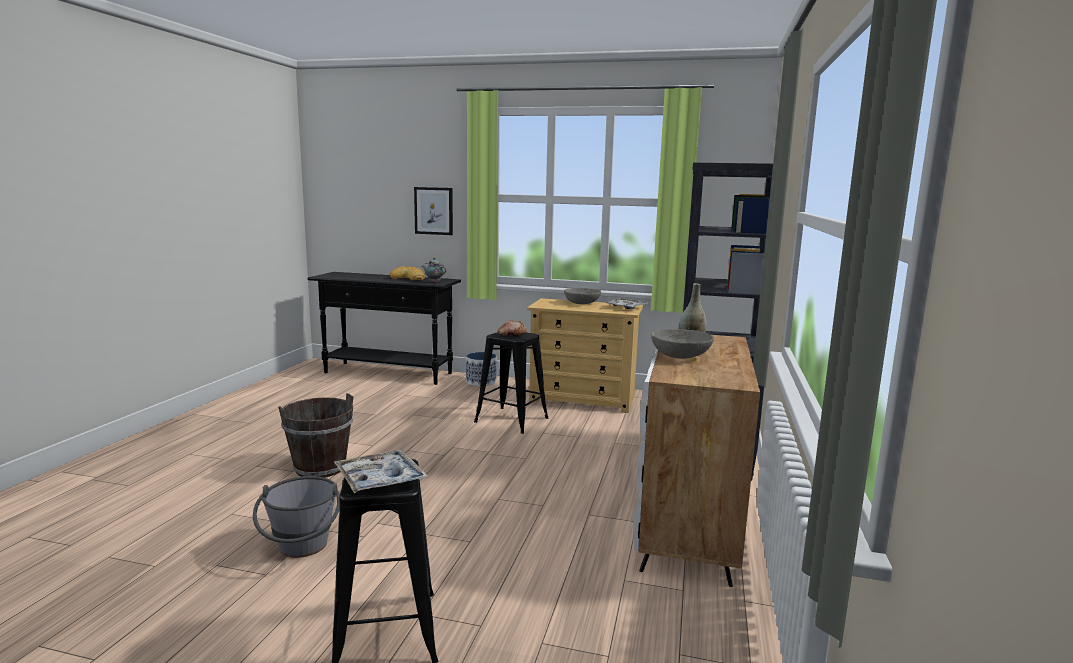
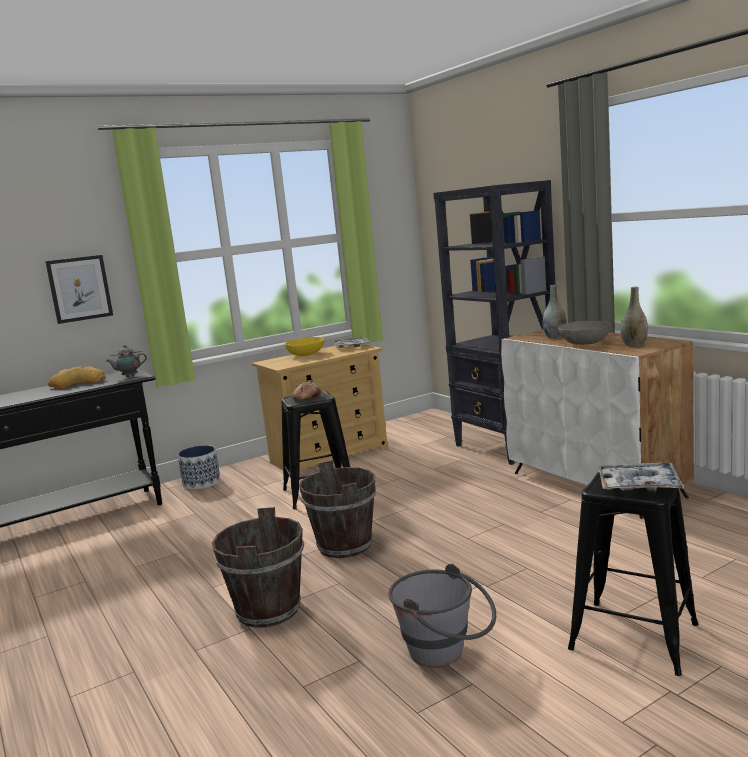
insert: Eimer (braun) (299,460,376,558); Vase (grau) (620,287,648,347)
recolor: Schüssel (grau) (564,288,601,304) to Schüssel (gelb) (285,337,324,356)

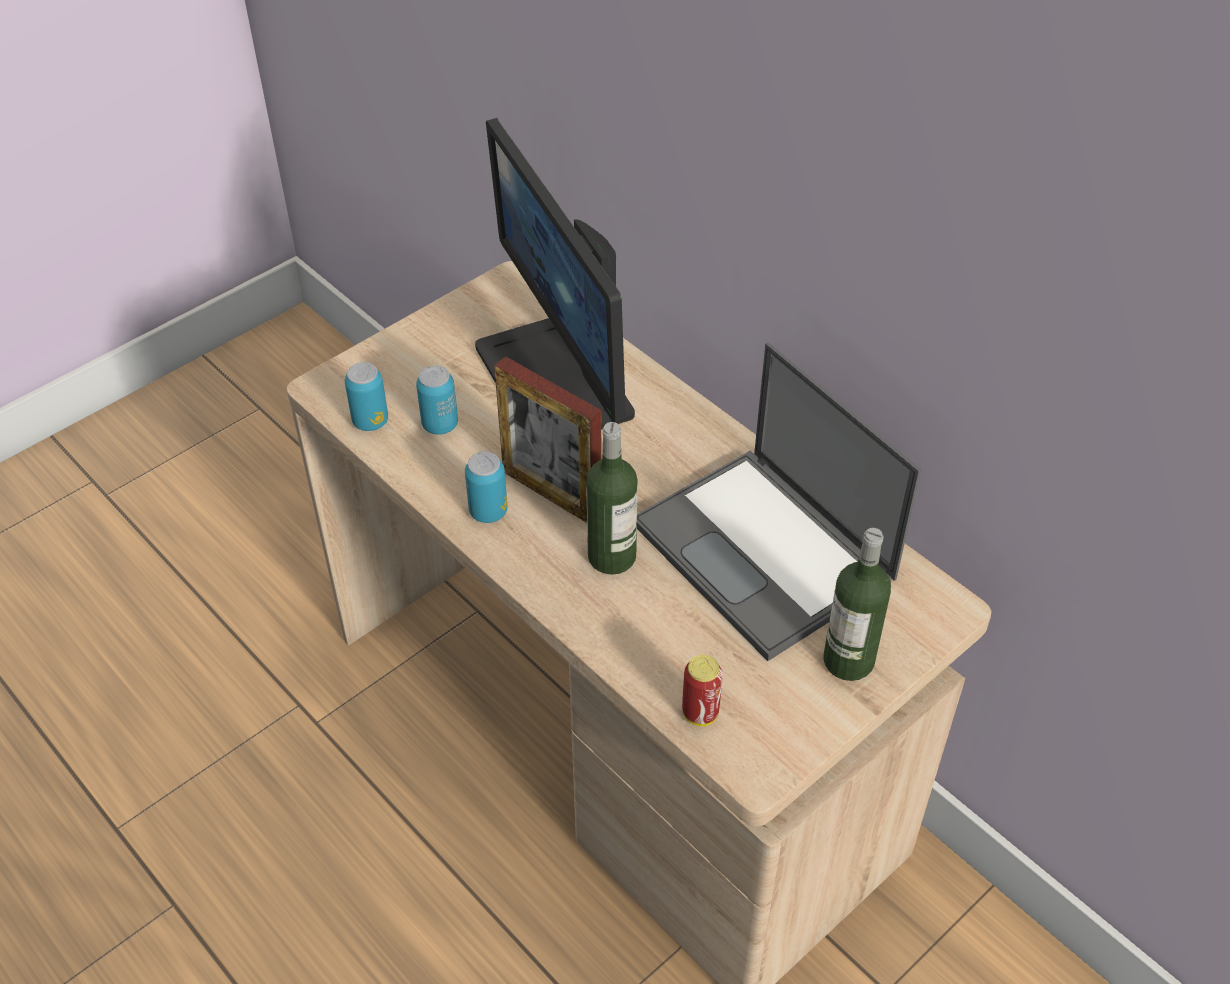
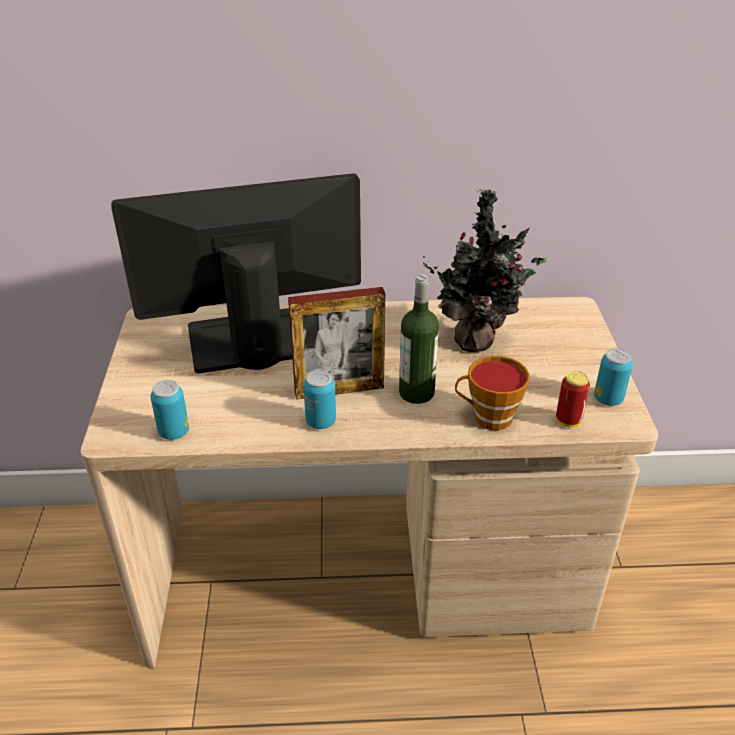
delete: Flasche (823,528,891,681)
insert: Tasse (455,356,530,430)
move: Dose (416,366,458,435) to (594,348,633,406)
replace: Laptop (637,342,921,661) to Topfpflanze (423,189,547,352)
rotate: Monitor (475,118,635,430) = (111,173,361,373) 150 degrees clockwise

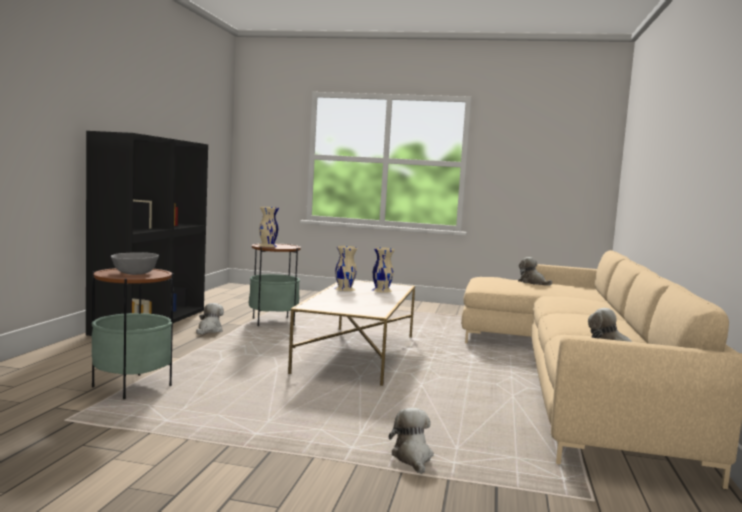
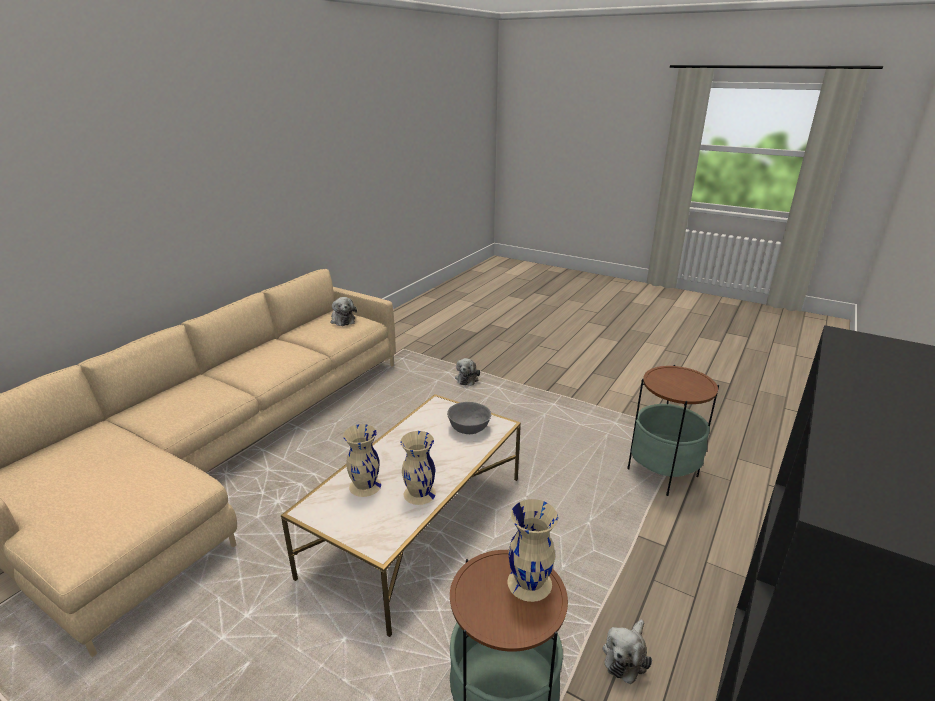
delete: Plüschtier (518,257,552,286)
move: Schüssel (grau) (111,252,159,275) to (447,402,491,434)

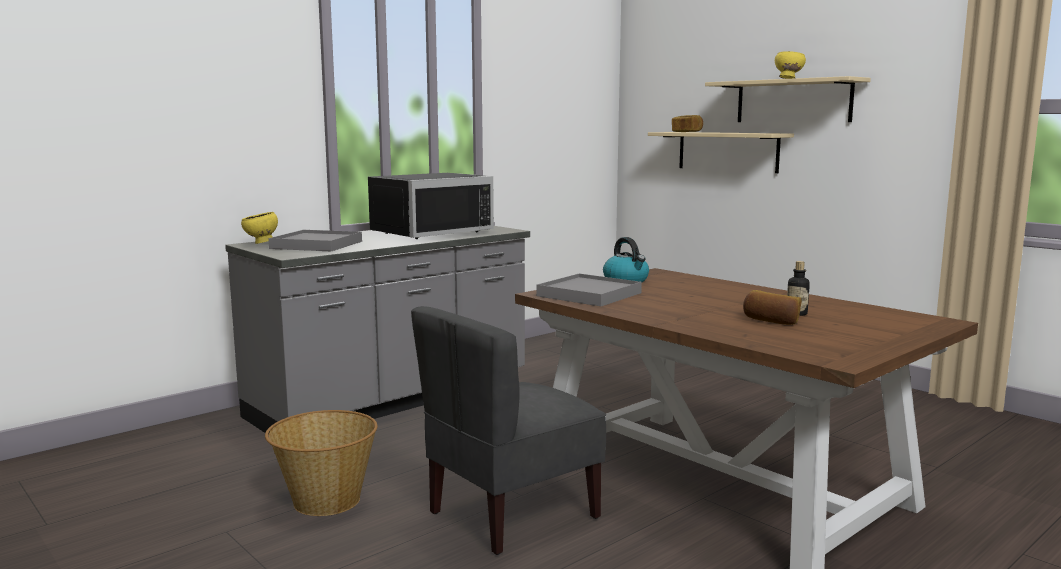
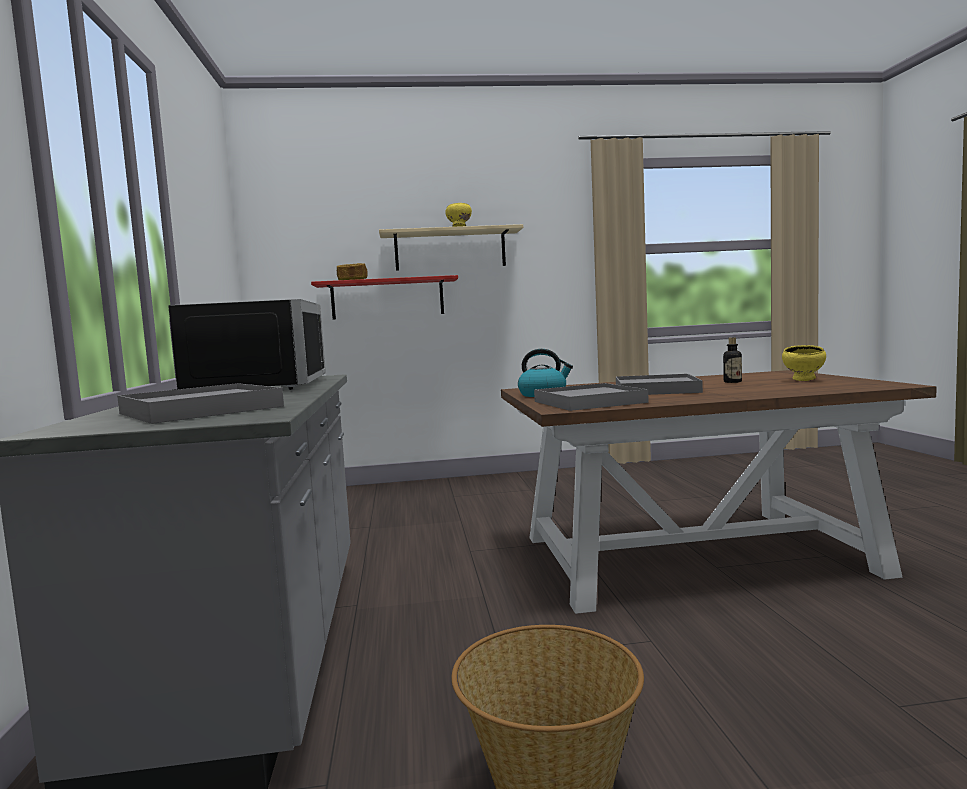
delete: Stuhl (grau) (411,306,606,555); Brot (743,290,802,325)
insert: Tablett (grau) (616,374,703,395)
move: Schüssel (gelb) (241,212,278,244) to (782,345,826,381)
recolor: Wandregal (beige) (648,132,794,173) to Wandregal (rot) (311,275,458,320)

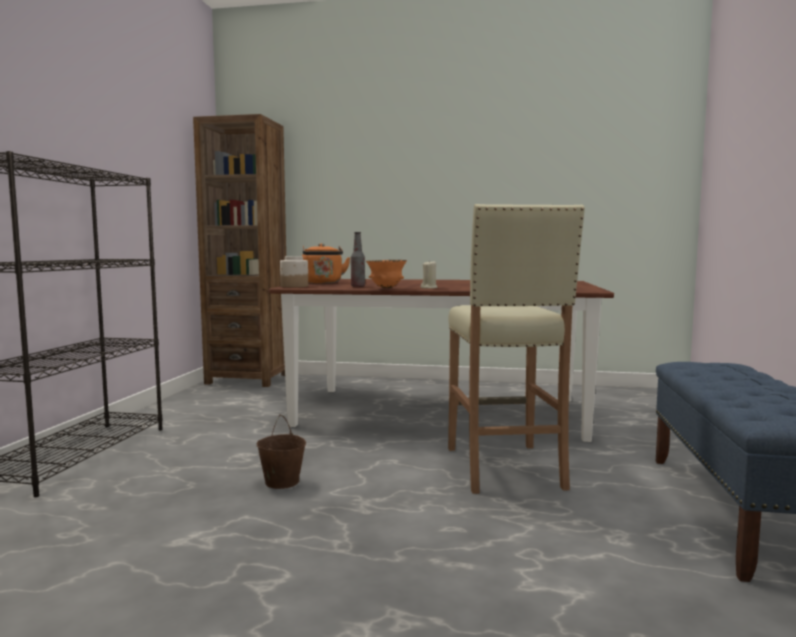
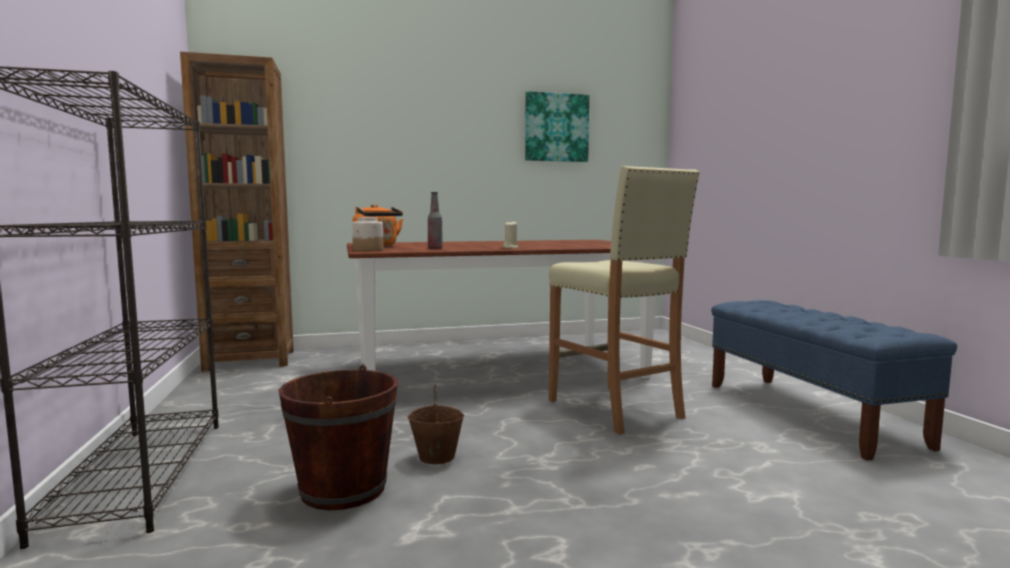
delete: Schüssel (orange) (366,260,407,288)
insert: Eimer (braun) (278,365,398,510); Bild (525,91,589,162)

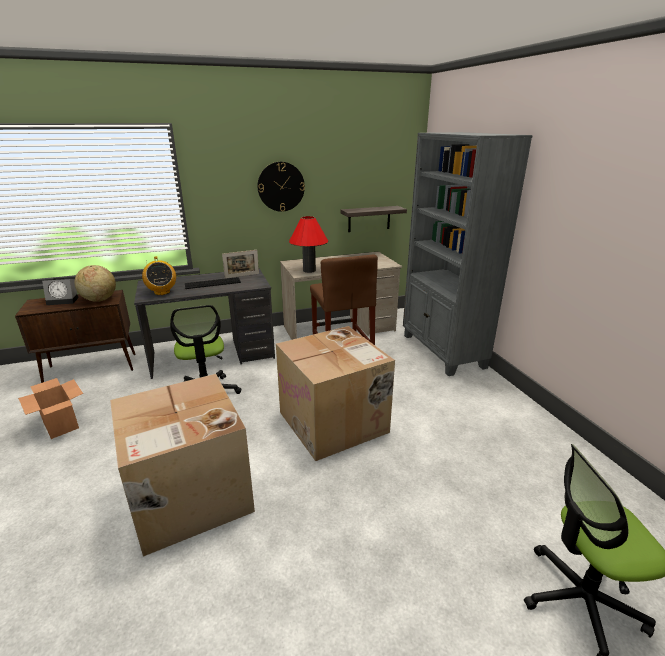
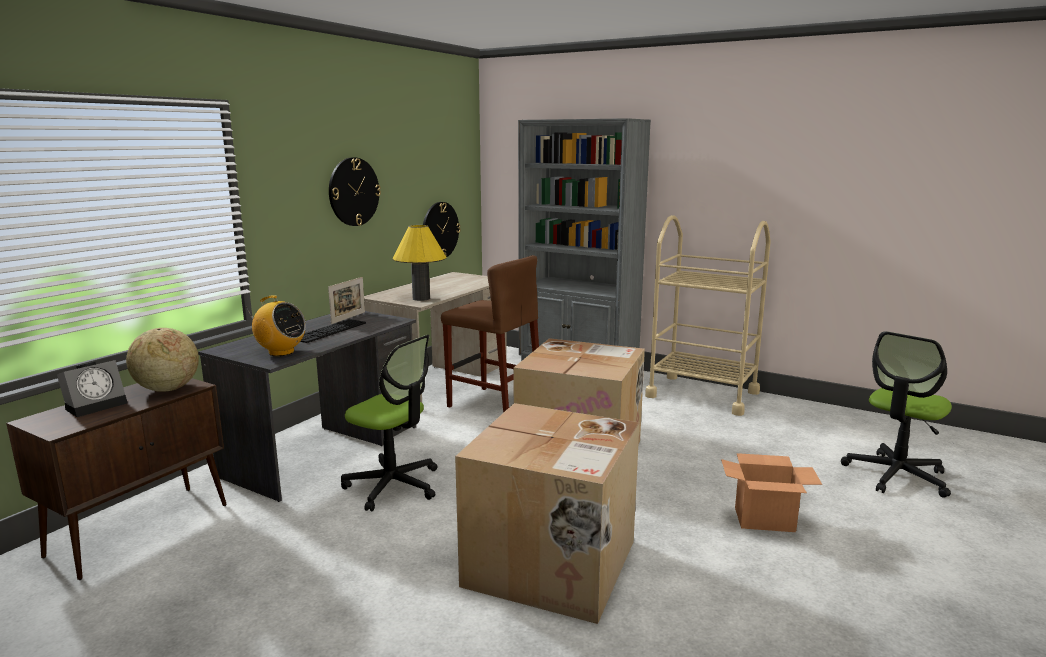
insert: Rollwagen (beige) (645,215,771,416)
move: Karton (18,378,83,439) to (721,453,822,532)
replace: Wandregal (341,206,407,232) to Wanduhr (423,202,460,257)
recolor: Tischlampe (rot) (289,216,328,273) to Tischlampe (gelb) (393,225,447,301)

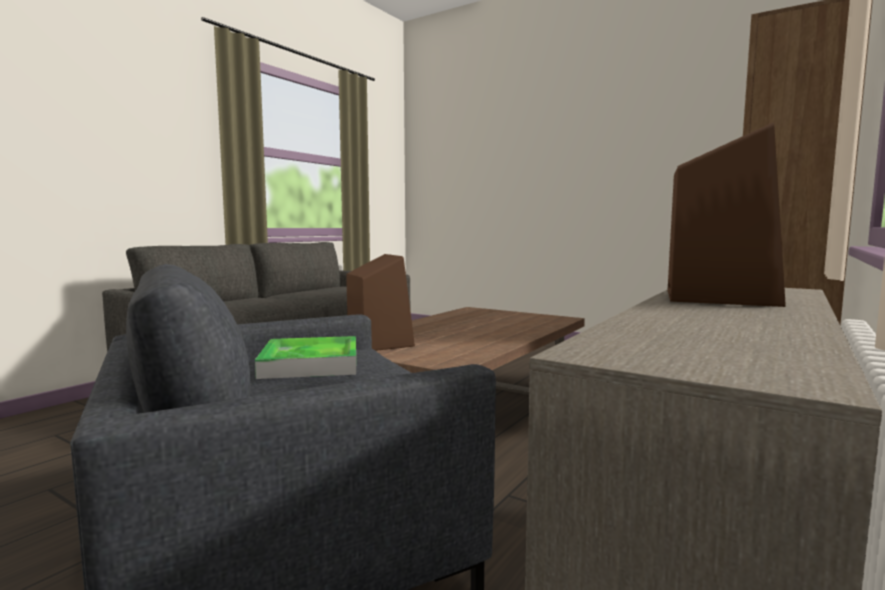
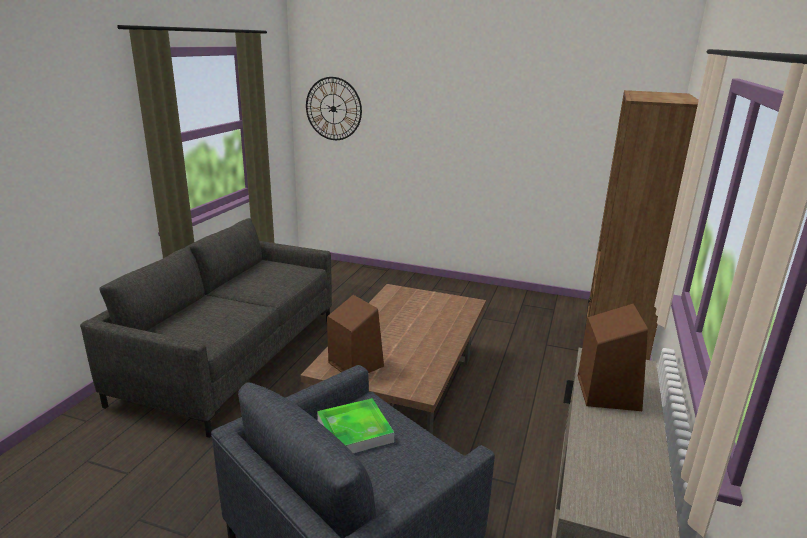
insert: Wanduhr (306,77,362,140)

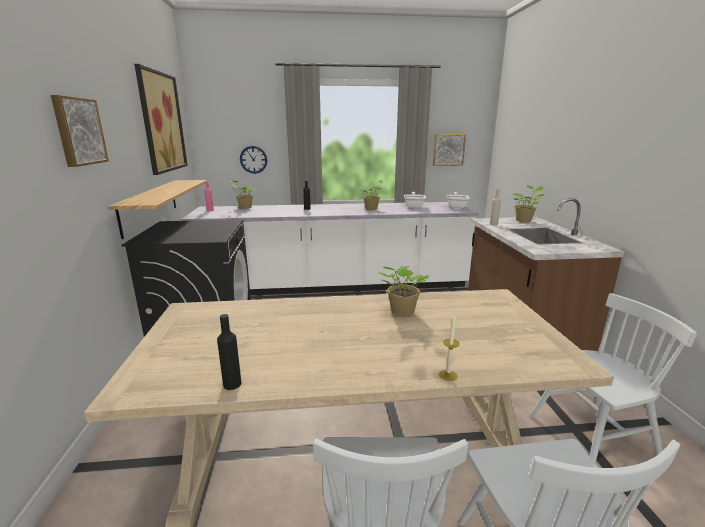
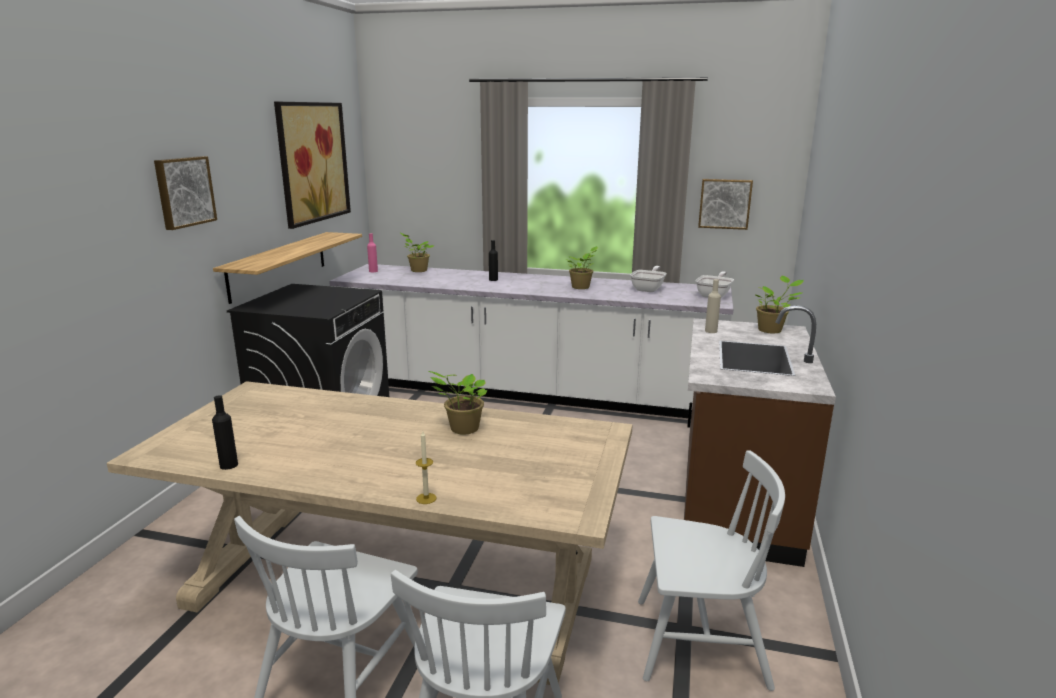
delete: Wanduhr (240,146,267,174)

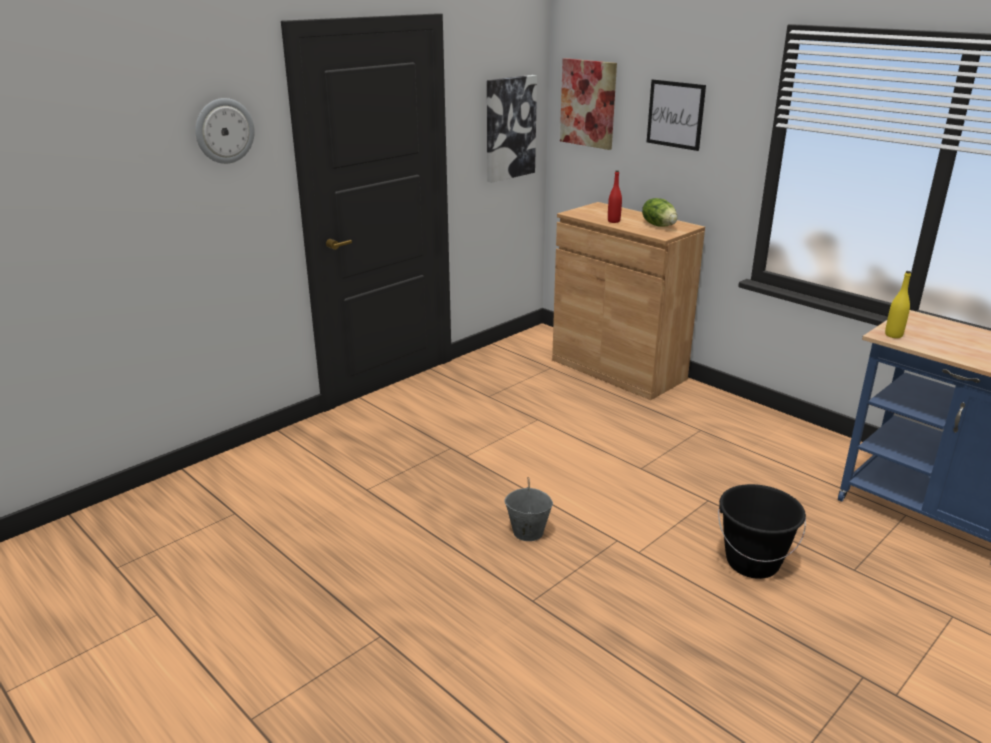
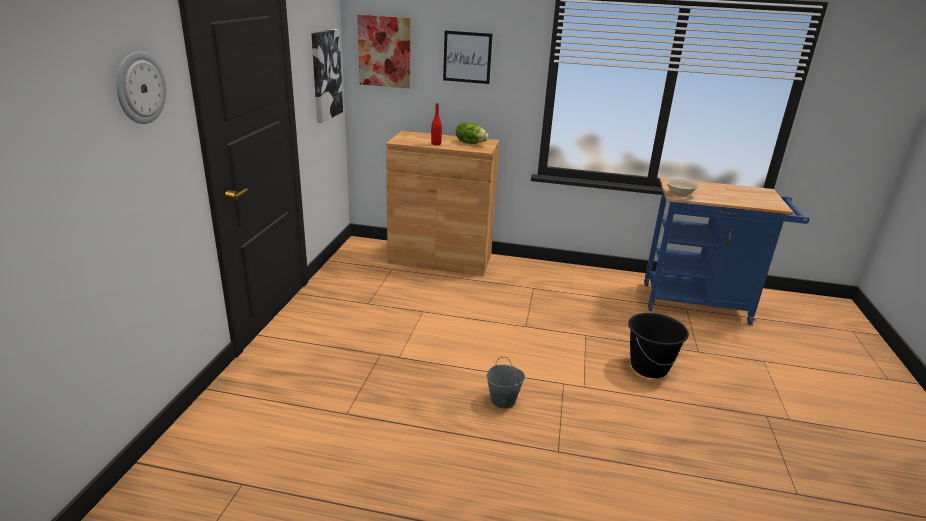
replace: Flasche (gelb) (885,271,911,338) to Schüssel (beige) (666,179,699,197)

